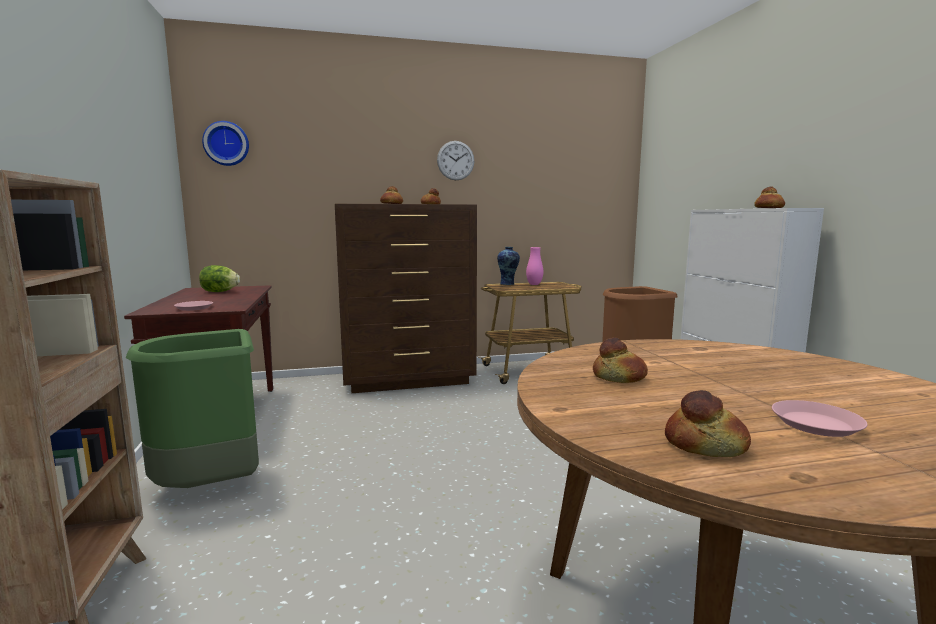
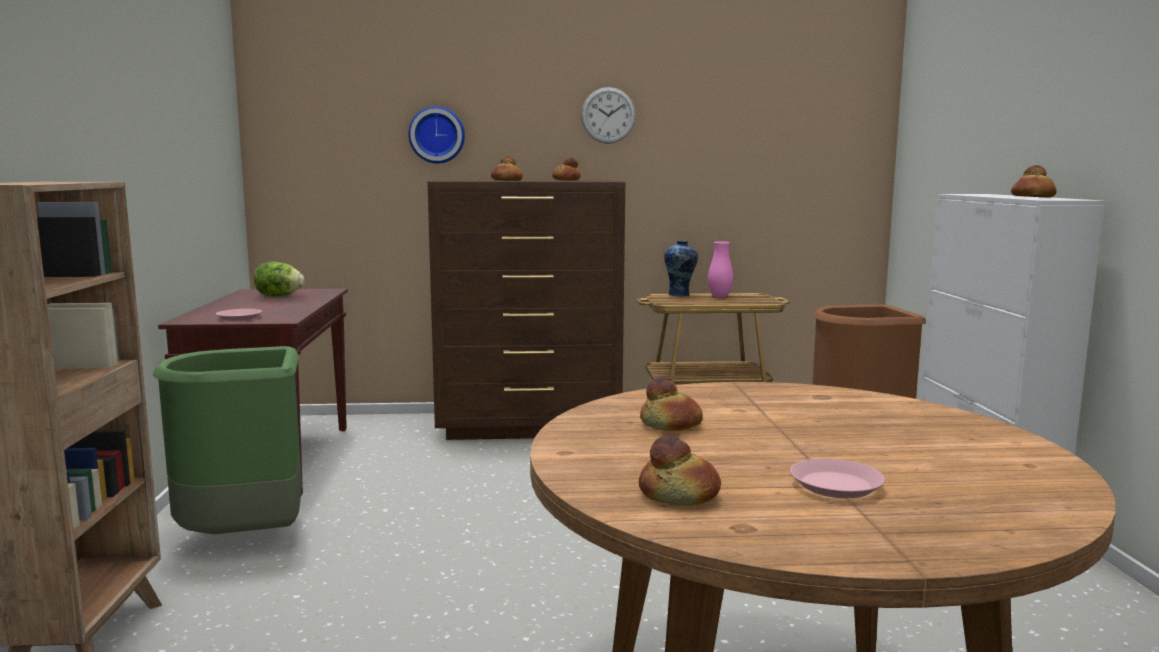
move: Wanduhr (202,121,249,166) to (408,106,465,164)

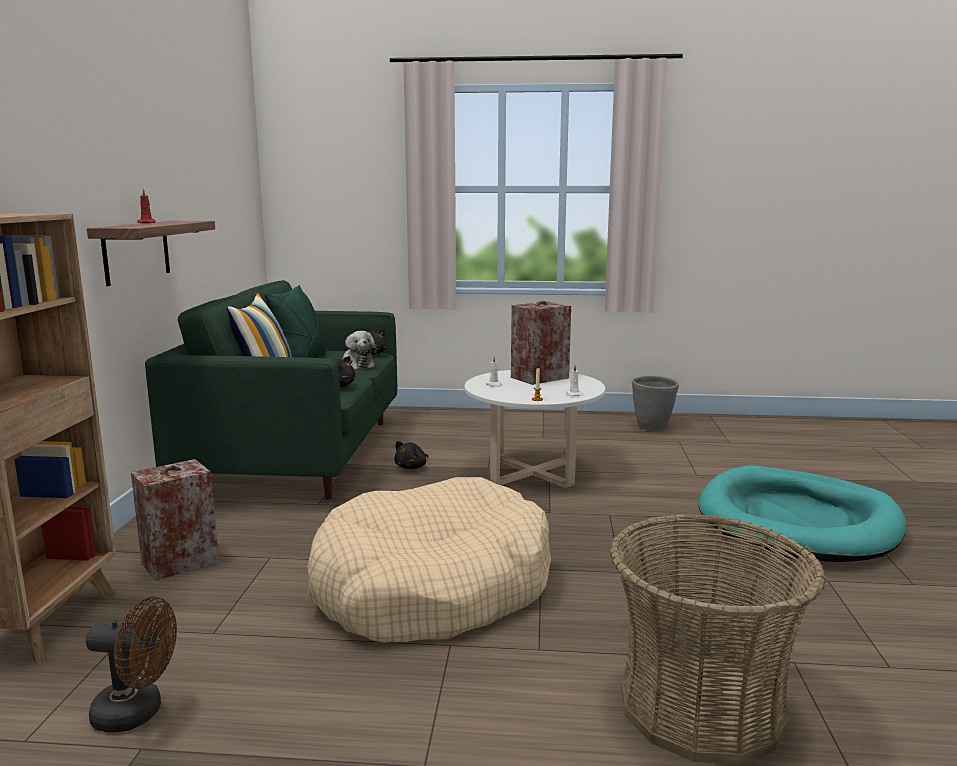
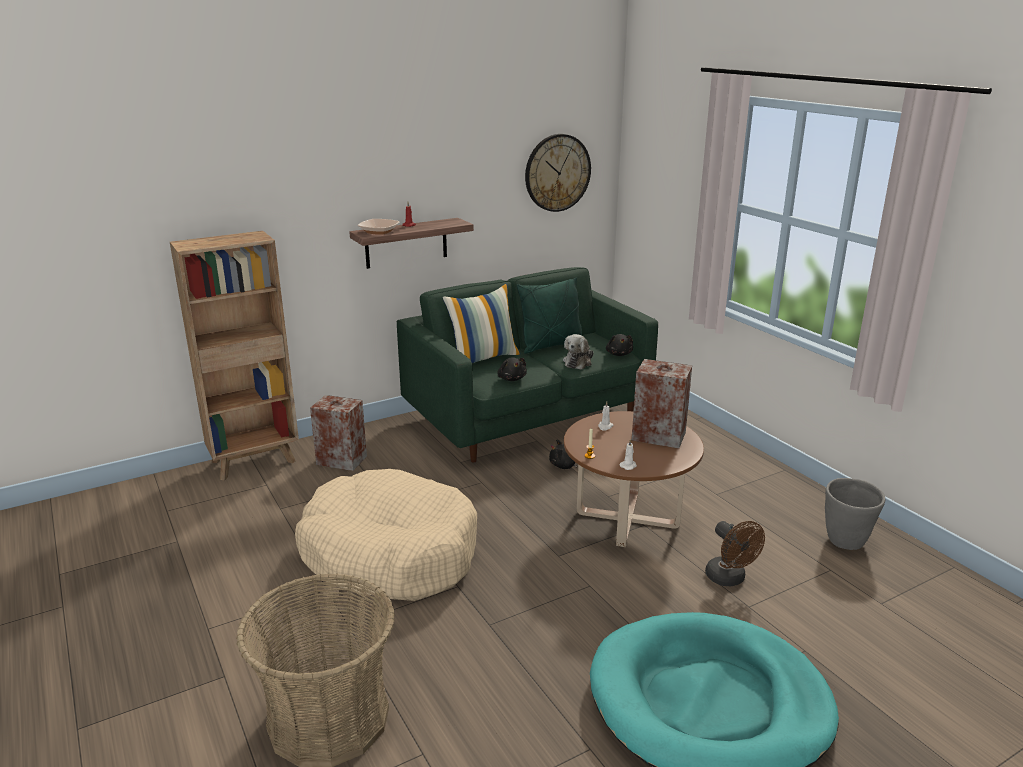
insert: Schüssel (358,219,399,235); Wanduhr (525,134,591,212)
move: Ventilator (braun) (86,597,177,733) to (705,521,765,586)
recolor: Couchtisch (weiß) (465,370,605,488) to Couchtisch (braun) (564,411,704,547)

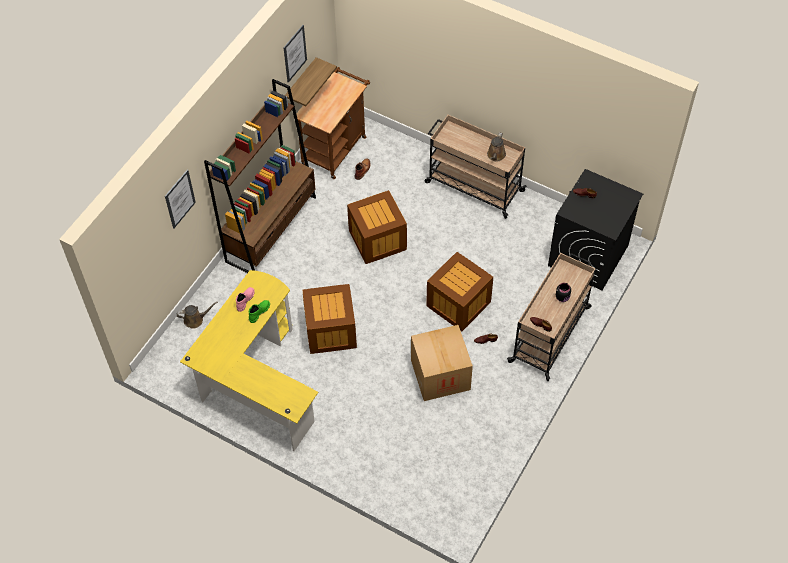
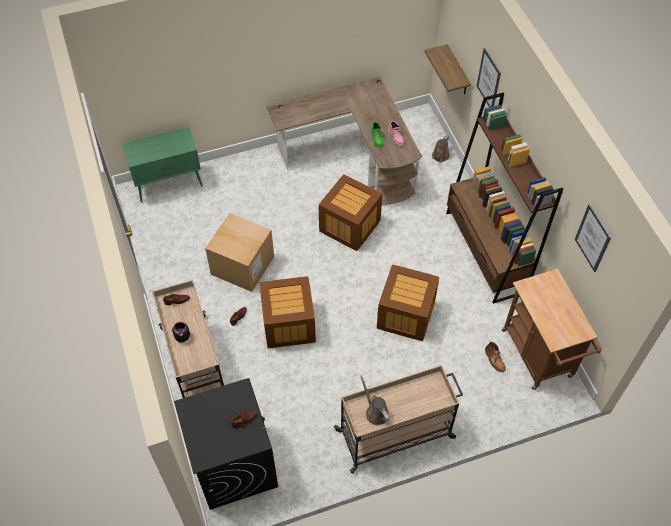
insert: Schrank (grün) (123,127,203,203)
move: Wandregal (285,57,337,106) to (425,44,471,94)
recolor: Schreibtisch (gelb) (180,270,318,451) to Schreibtisch (braun) (266,77,422,205)

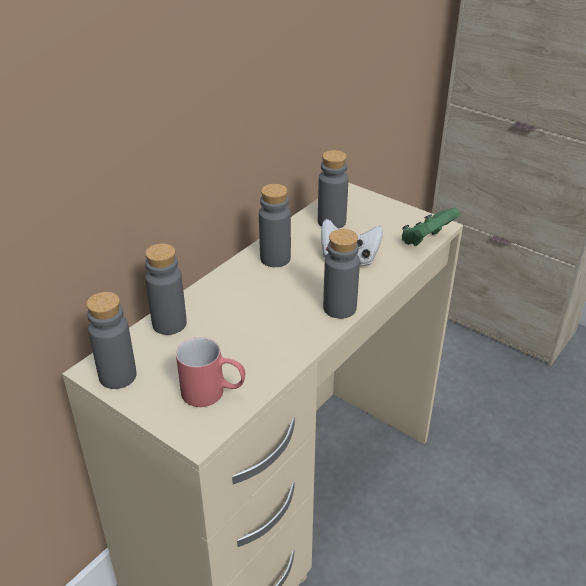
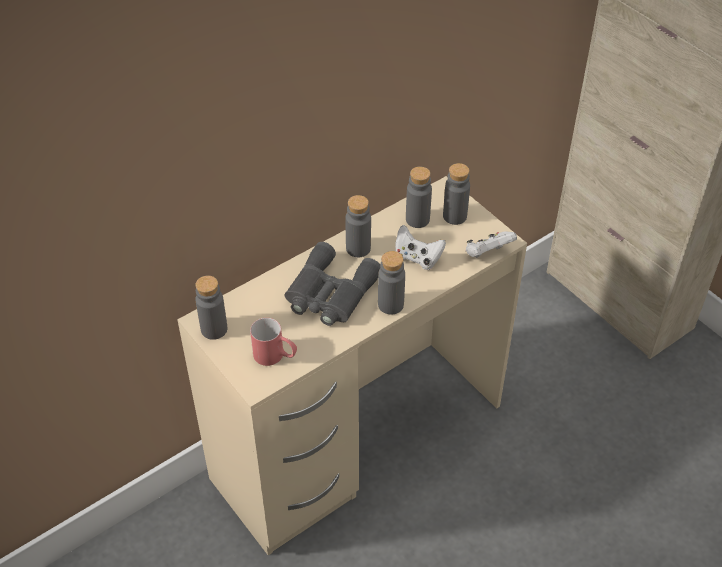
insert: Fernglas (grau) (285,242,380,326)
move: Flasche (grau) (145,243,187,335) to (443,163,470,225)
recolor: Gamepad (grün) (402,208,459,246) to Gamepad (weiß) (466,231,517,258)

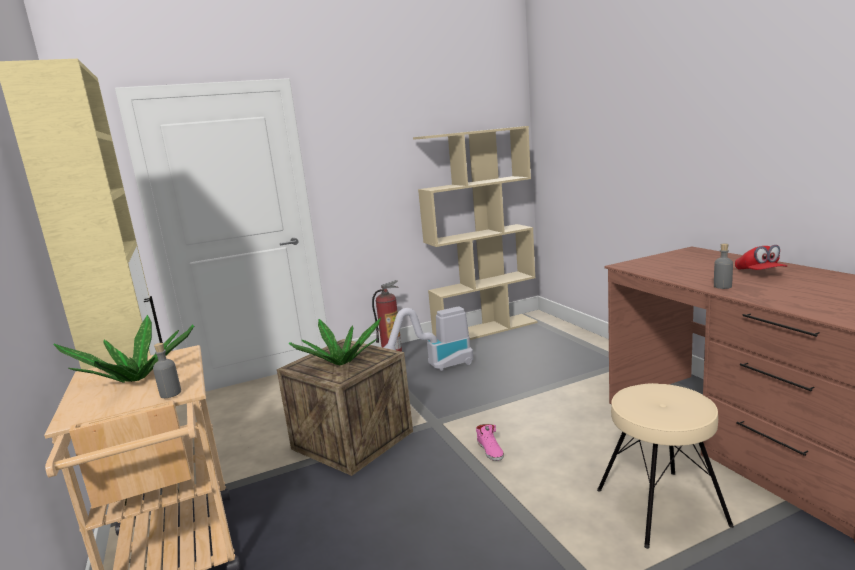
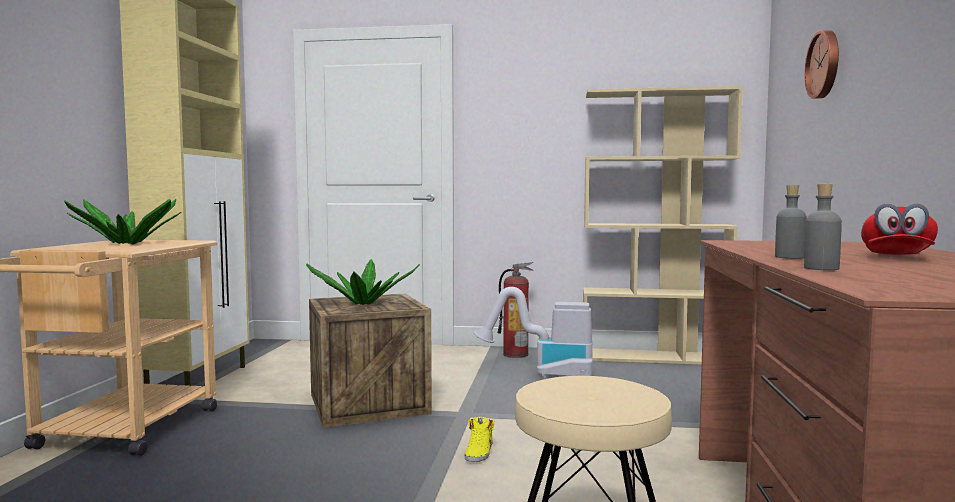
insert: Wanduhr (804,30,839,99)
move: Flasche (grau) (153,343,181,398) to (804,184,842,270)
recolor: Schuh (rosa) (476,424,504,461) to Schuh (gelb) (465,417,495,462)

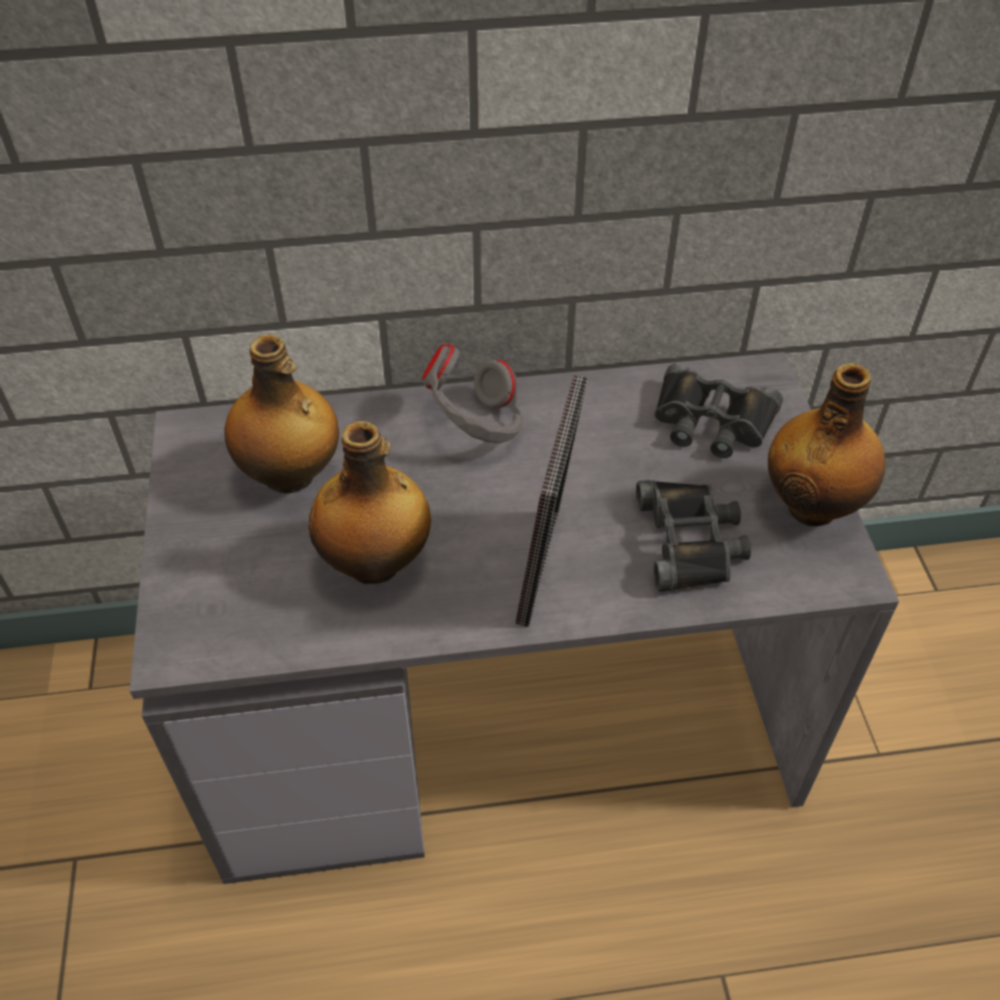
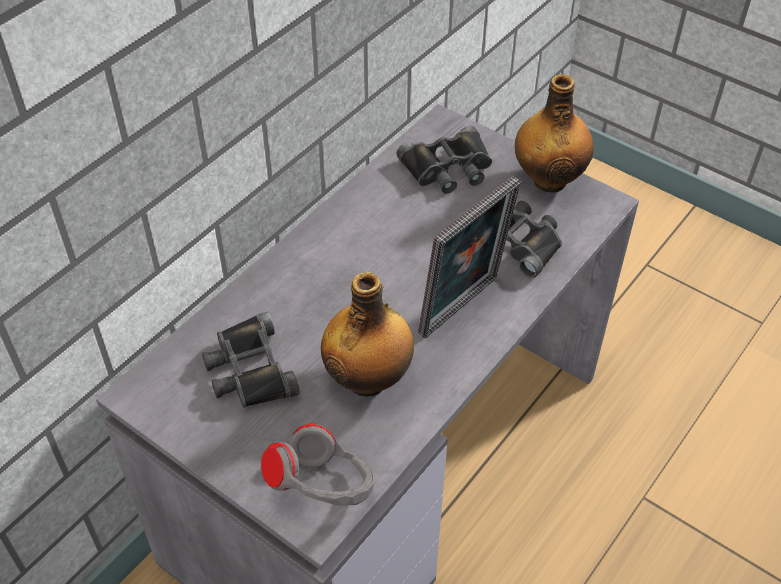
move: Kopfhörer (grau) (422,344,523,443) to (261,423,375,506)
replace: Flasche (224,334,339,494) to Fernglas (schwarz) (202,312,300,408)
rotate: Bilderrahmen (515,375,588,627) = (418,176,521,338) 75 degrees clockwise

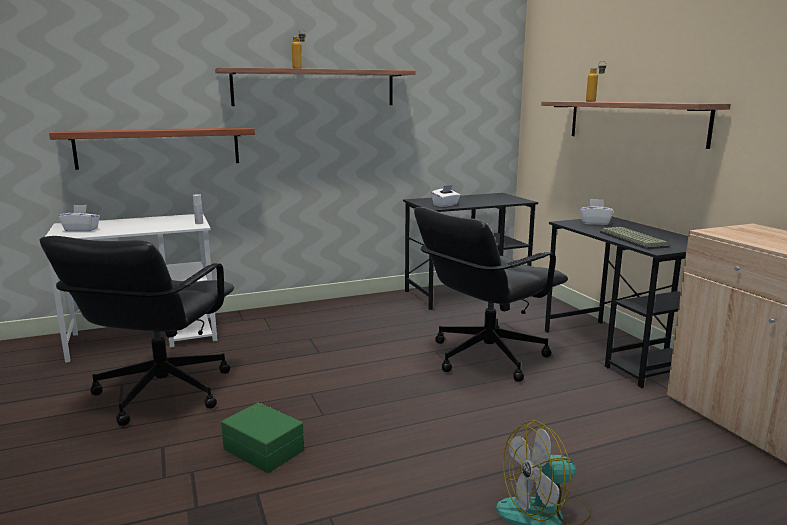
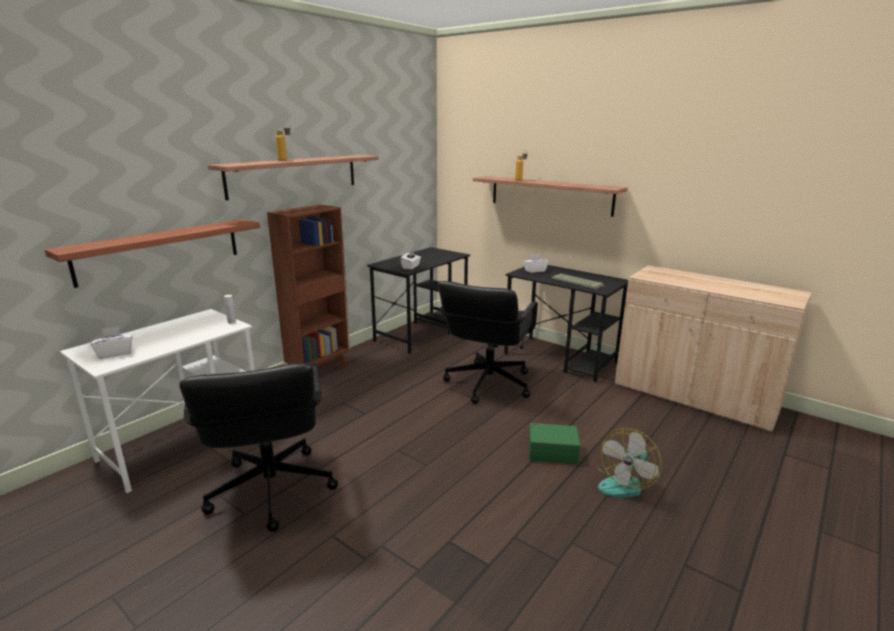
insert: Bücherregal (braun) (267,204,350,367)
move: Aufbewahrungsbox (grün) (221,402,304,473) to (529,423,580,465)

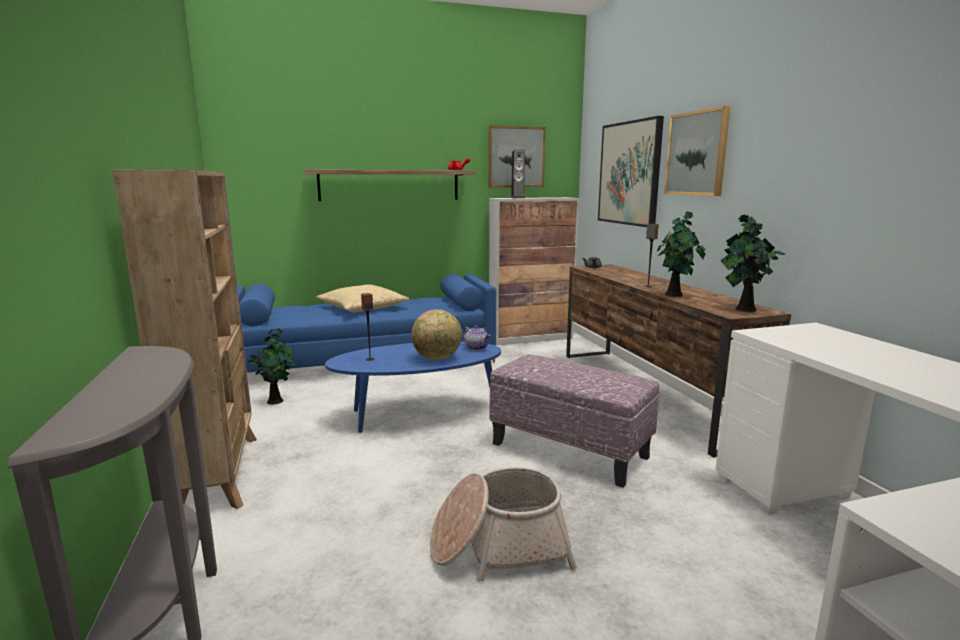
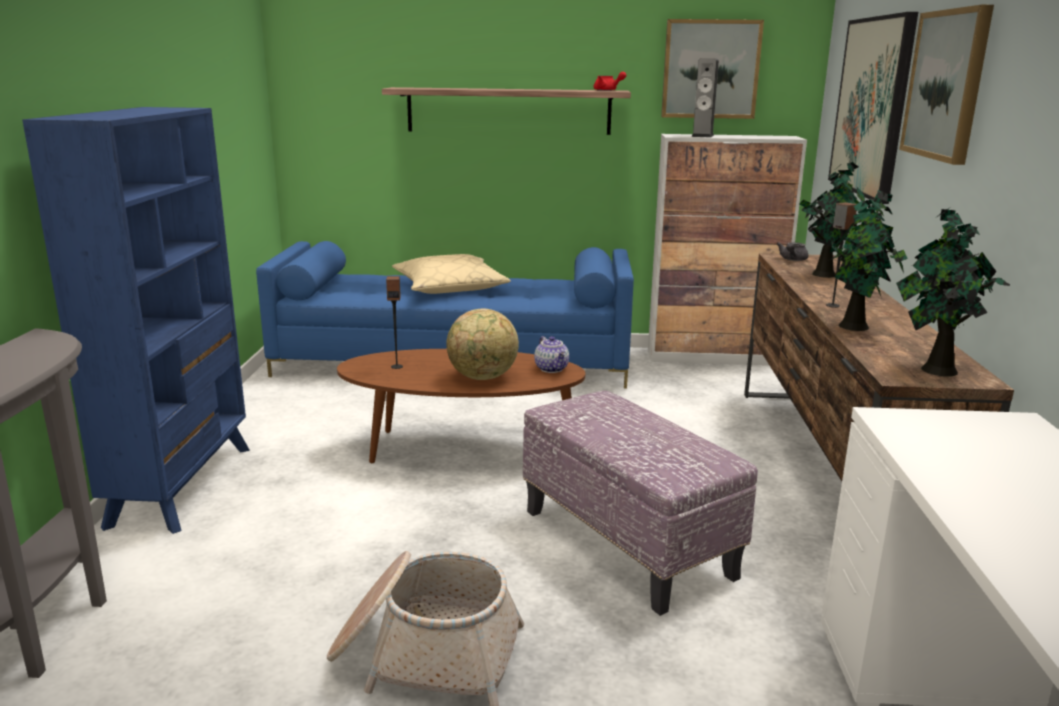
move: Topfpflanze (248,328,296,404) to (799,162,867,278)
recolor: Bücherregal (beige) (112,170,257,509) to Bücherregal (blau) (22,107,250,534); Couchtisch (blau) (325,341,501,433) to Couchtisch (braun) (337,349,585,463)

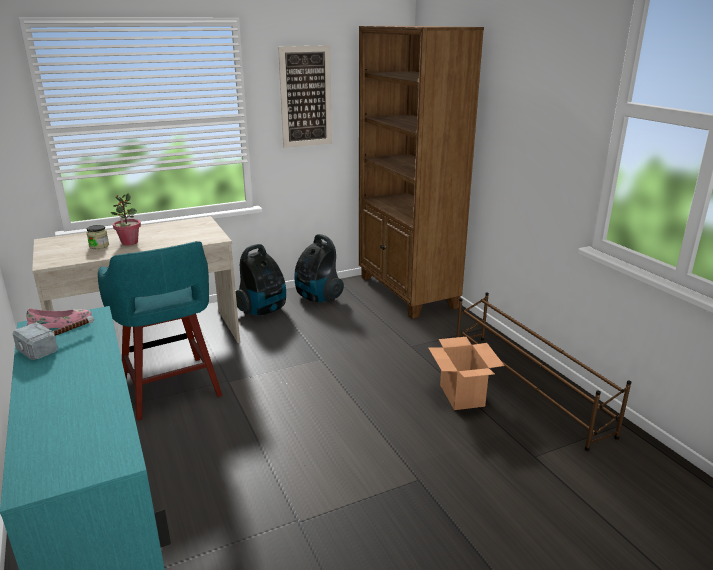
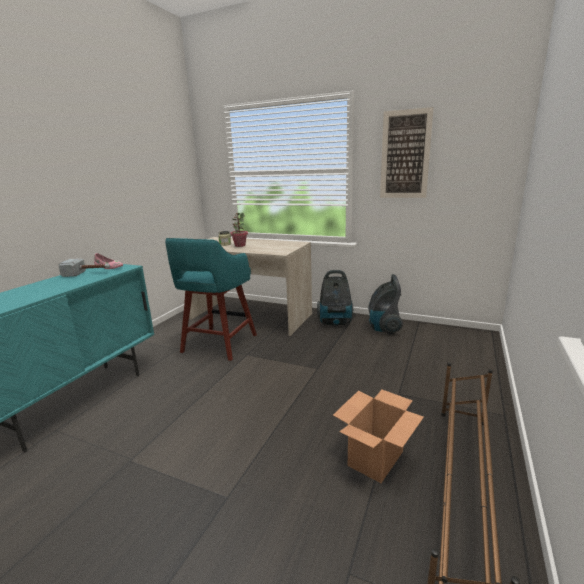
delete: Bücherregal (braun) (359,26,484,319)

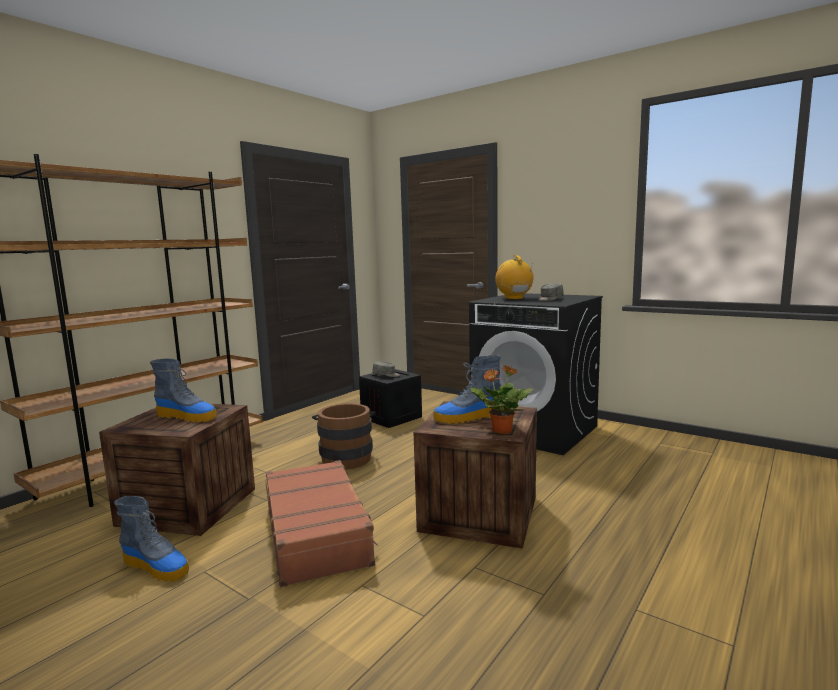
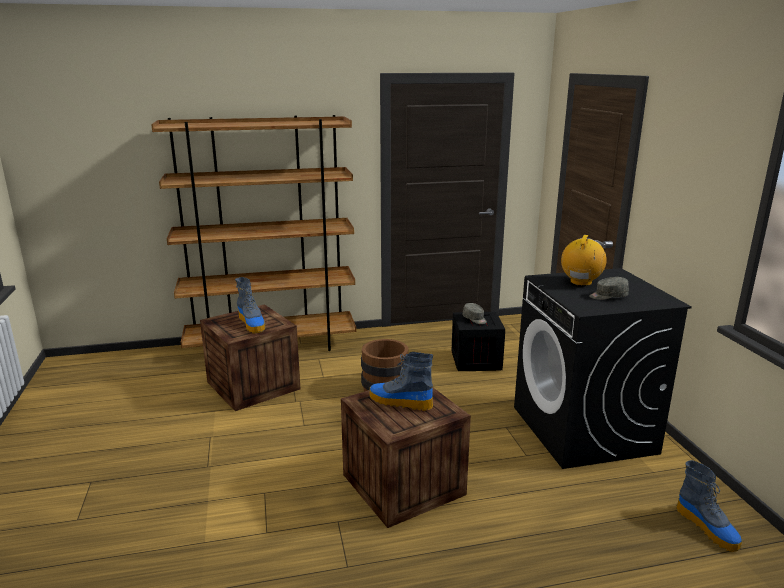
delete: Koffer (braun) (266,460,378,587); Topfpflanze (470,365,533,434)
move: Stiefel (114,496,189,582) to (676,460,742,552)

